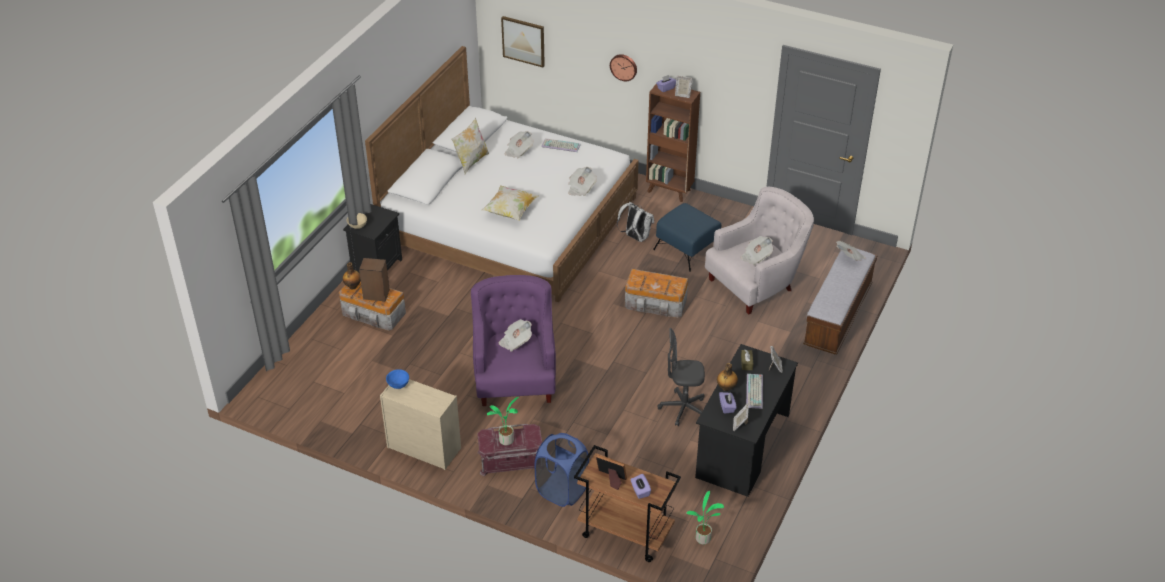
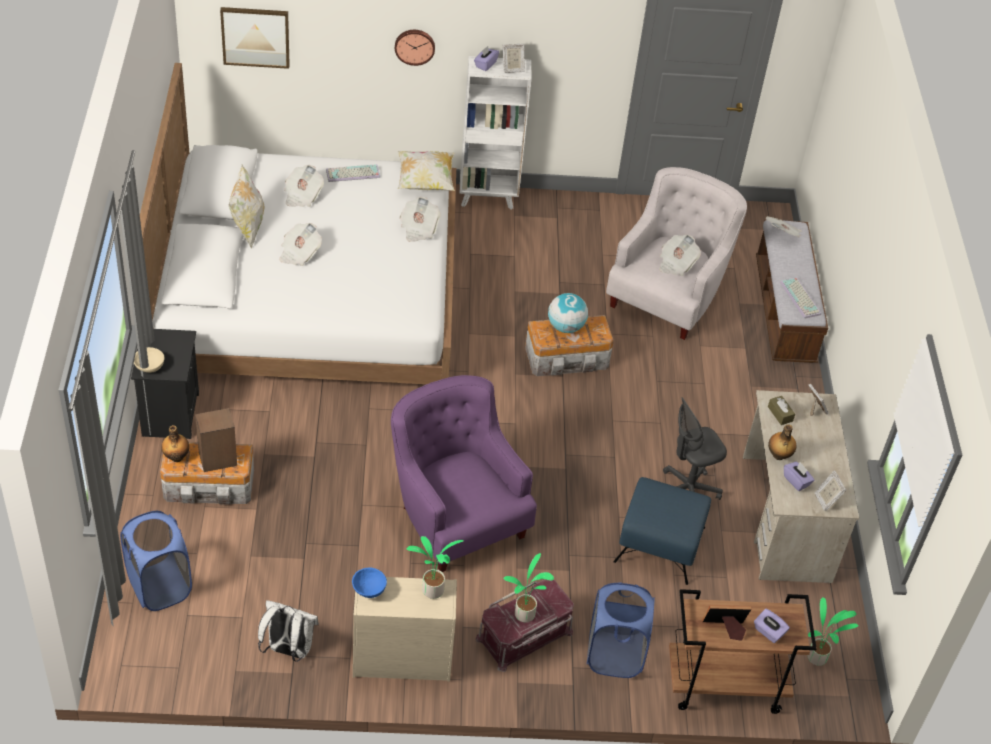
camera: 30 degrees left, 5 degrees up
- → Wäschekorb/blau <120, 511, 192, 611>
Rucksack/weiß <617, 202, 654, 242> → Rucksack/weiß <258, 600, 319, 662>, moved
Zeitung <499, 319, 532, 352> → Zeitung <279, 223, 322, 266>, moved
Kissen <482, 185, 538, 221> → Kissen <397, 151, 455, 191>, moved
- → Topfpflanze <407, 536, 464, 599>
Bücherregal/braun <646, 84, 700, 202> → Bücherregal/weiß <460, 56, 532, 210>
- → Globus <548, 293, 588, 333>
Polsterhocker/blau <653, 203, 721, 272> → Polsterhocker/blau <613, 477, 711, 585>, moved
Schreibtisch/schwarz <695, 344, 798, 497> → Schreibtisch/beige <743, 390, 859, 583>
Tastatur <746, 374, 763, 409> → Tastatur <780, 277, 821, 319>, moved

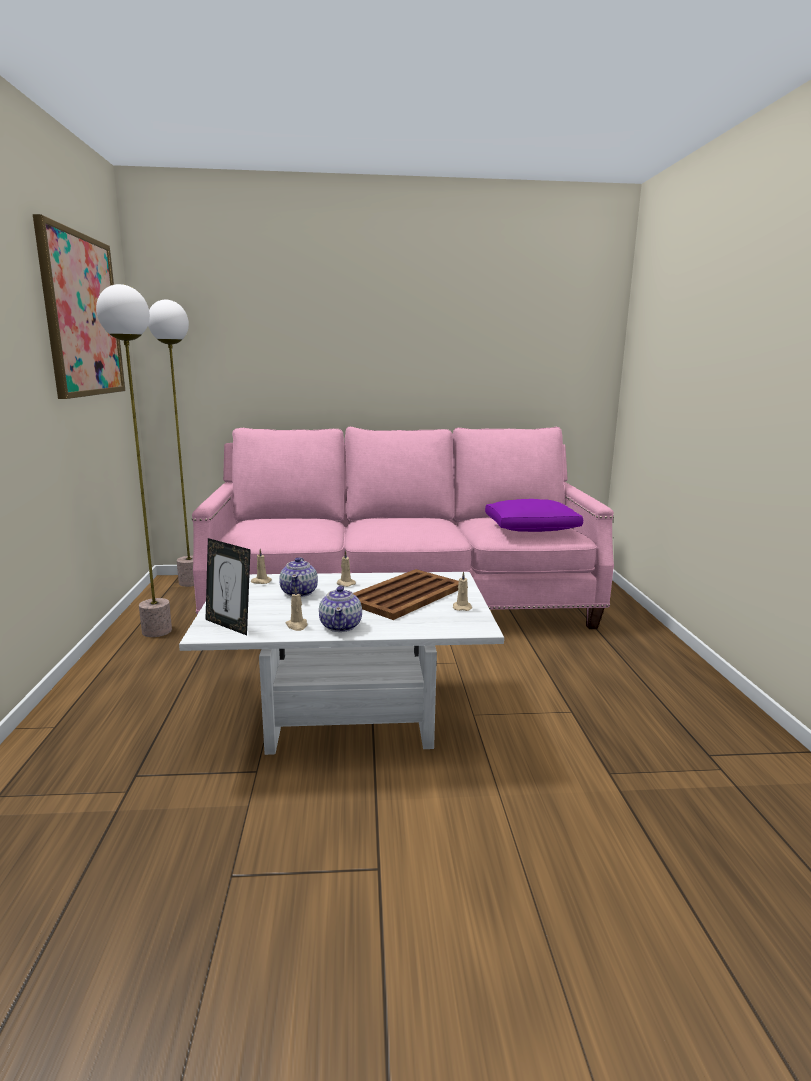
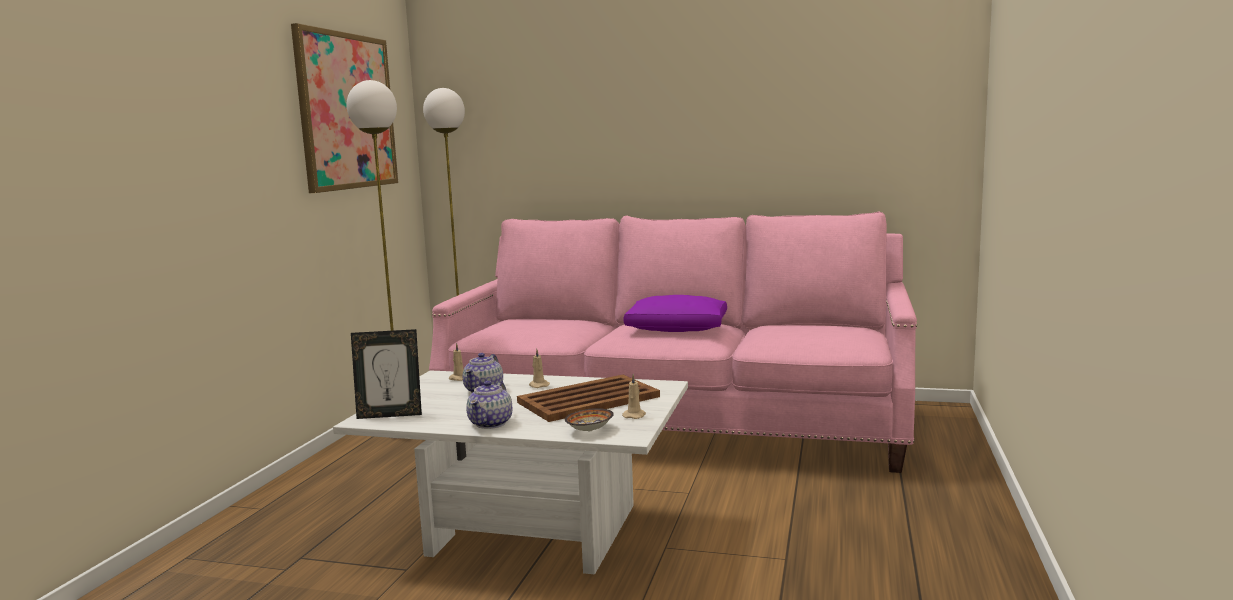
camera: 20 degrees right, 5 degrees down
Bilderrahmen <205, 538, 251, 635> → Bilderrahmen <351, 329, 422, 419>, 60 degrees counterclockwise
- → Schüssel <565, 408, 614, 431>
Kissen/lila <485, 499, 583, 532> → Kissen/lila <624, 295, 727, 332>, moved
Kerze/beige <286, 586, 307, 631> → -

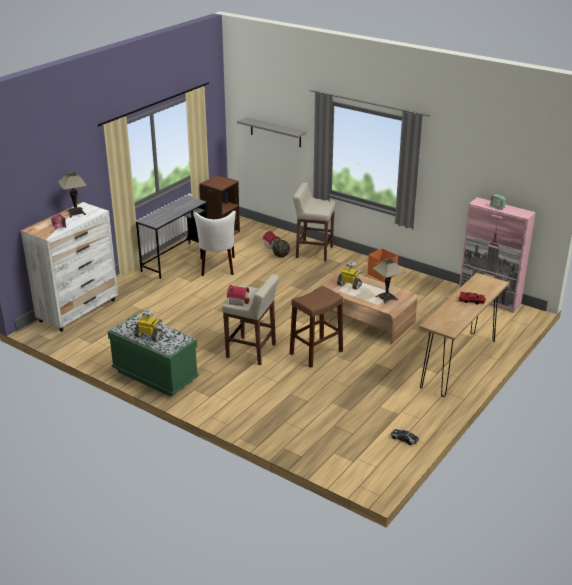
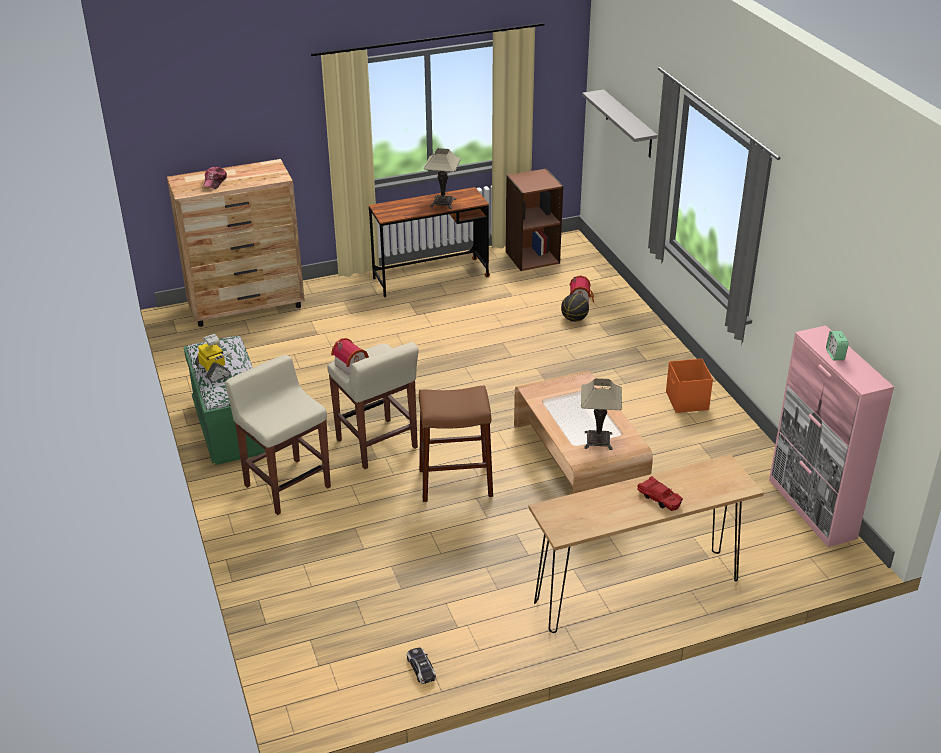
camera: 35 degrees right, 5 degrees up
Kommode/weiß <21, 202, 118, 332> → Kommode/braun <167, 159, 305, 327>
Hocker/beige <293, 183, 336, 261> → Hocker/beige <225, 355, 331, 515>, moved
Schreibtisch/grau <136, 195, 207, 279> → Schreibtisch/braun <369, 187, 490, 297>
Tischlampe <58, 172, 87, 218> → Tischlampe <424, 148, 461, 209>, moved
Stuhl/weiß <194, 211, 236, 276> → -
Spielzeugroboter <337, 261, 362, 290> → -

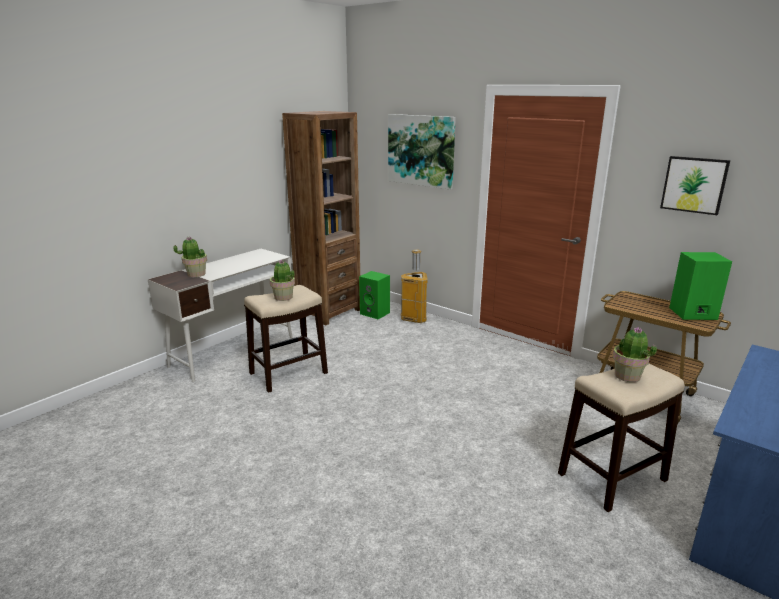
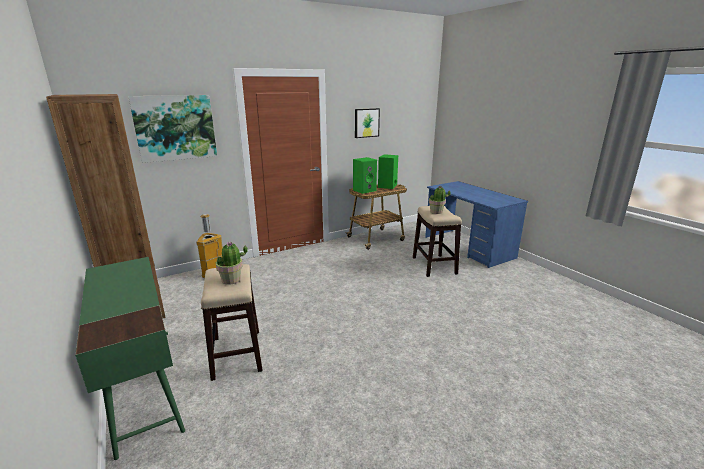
camera: 70 degrees left, 0 degrees up
Schreibtisch/weiß <148, 249, 293, 382> → Schreibtisch/grün <75, 257, 185, 460>
Lautsprecher/grün <359, 271, 390, 319> → Lautsprecher/grün <353, 157, 377, 194>, moved
Topfpflanze <173, 237, 207, 277> → -

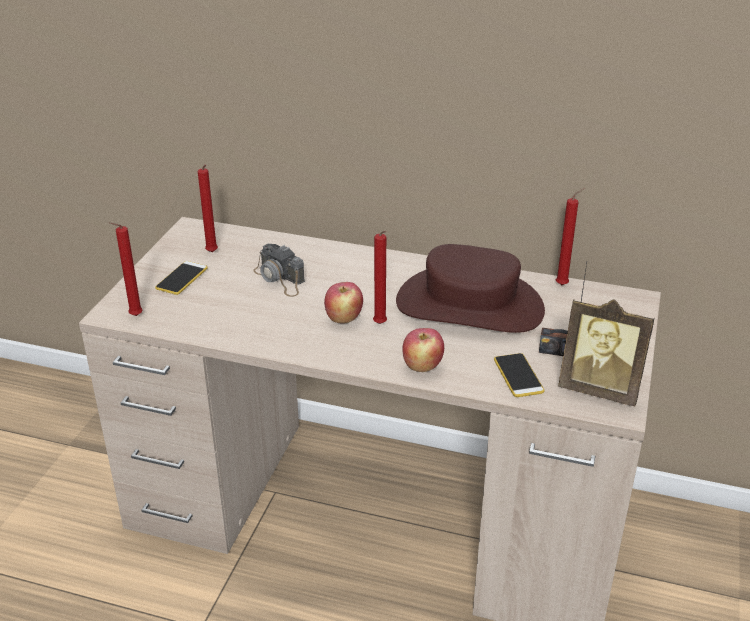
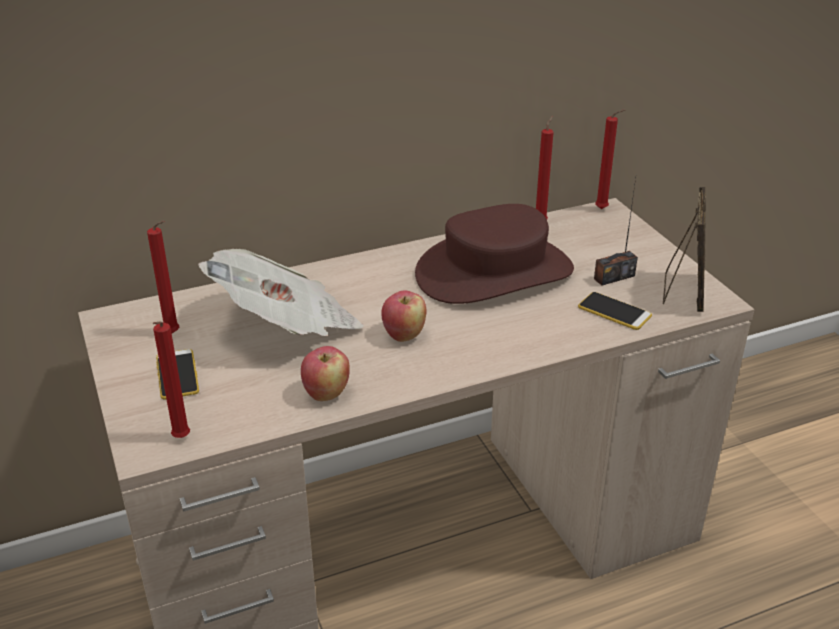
camera: 40 degrees left, 0 degrees up
Kamera <253, 244, 305, 297> → Zeitung <198, 249, 364, 336>
Apfel <402, 328, 444, 372> → Apfel <301, 346, 350, 401>, moved
Kerze/rot <373, 231, 387, 324> → Kerze/rot <595, 109, 625, 209>, moved
Bilderrahmen <558, 299, 655, 406> → Bilderrahmen <663, 187, 706, 312>, 60 degrees counterclockwise

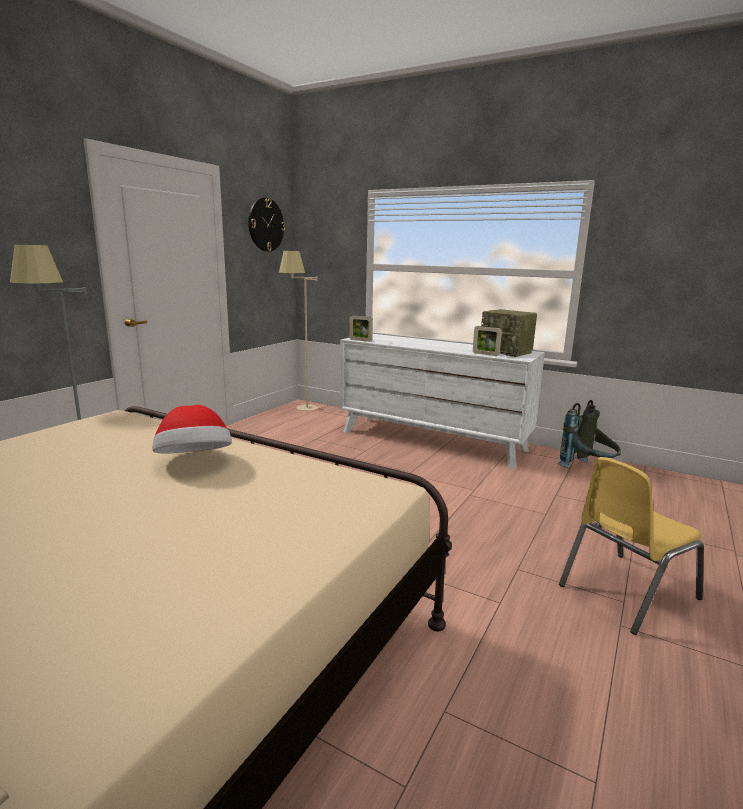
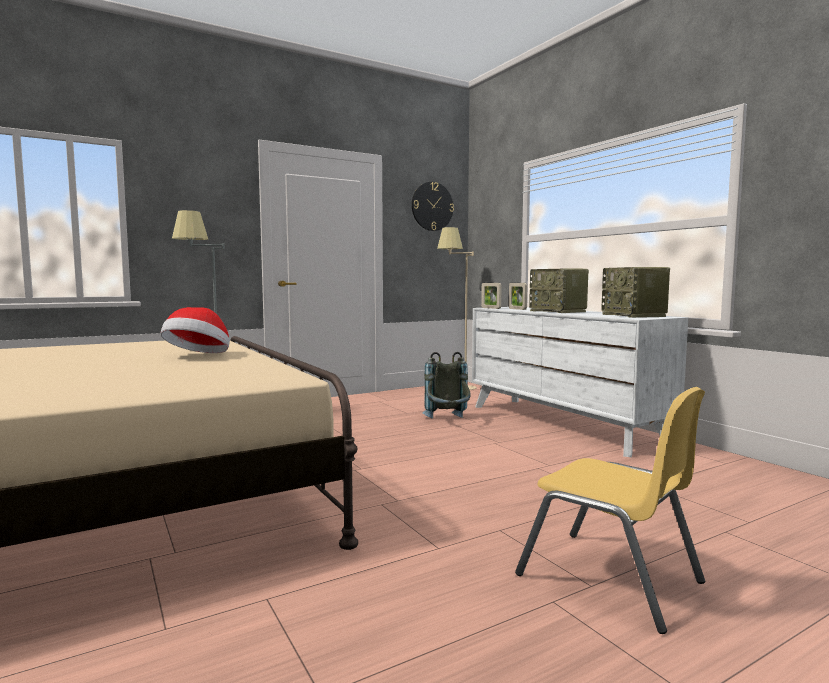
camera: 30 degrees right, 10 degrees down
Rucksack/grau <557, 400, 621, 469> → Rucksack/grau <422, 352, 471, 418>, moved
Bilderrahmen <473, 326, 502, 356> → Bilderrahmen <509, 283, 527, 310>, moved
Stuhl/gelb <559, 457, 704, 635> → Stuhl/gelb <515, 387, 705, 634>, 135 degrees counterclockwise
- → Radio <529, 268, 589, 313>

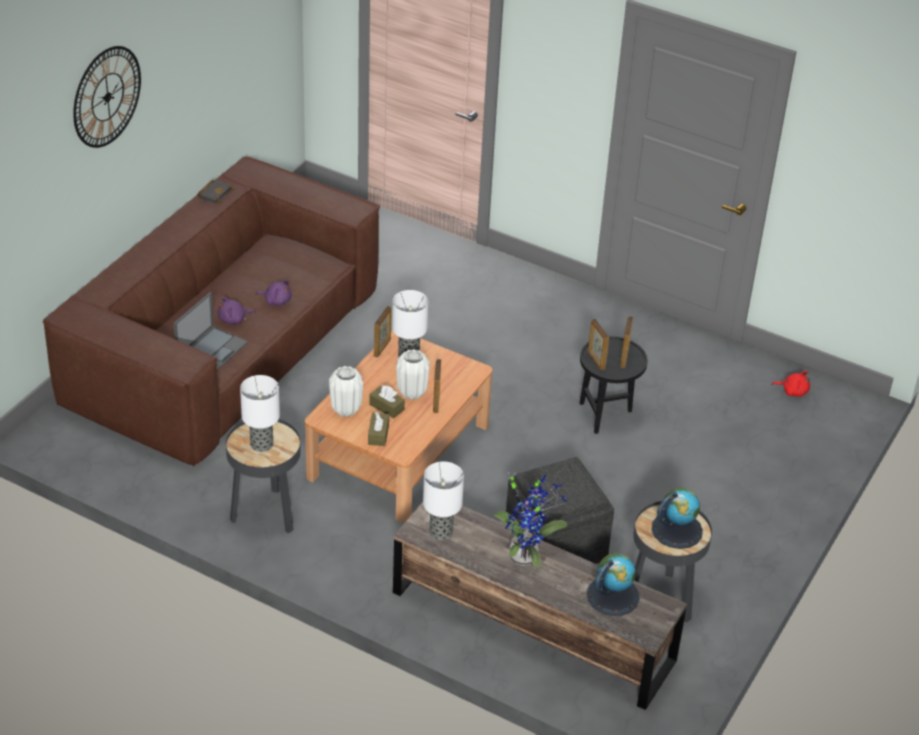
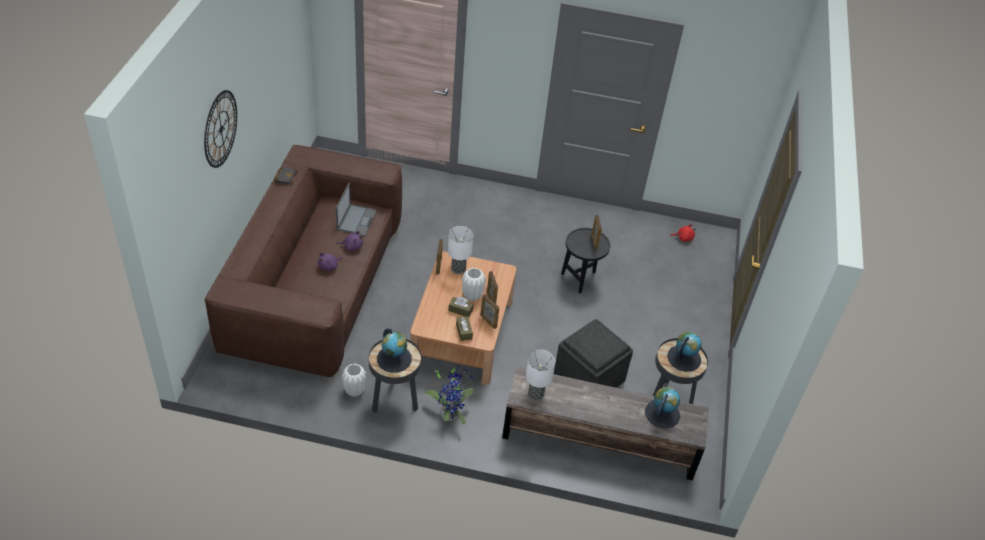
camera: 20 degrees left, 5 degrees up
Laptop <174, 292, 248, 370> → Laptop <336, 182, 377, 236>, moved
Vase/weiß <329, 366, 363, 417> → Vase/weiß <342, 364, 366, 397>, moved
Tischlampe <240, 375, 280, 452> → Globus <377, 328, 412, 373>
Topfpflanze <494, 472, 567, 567> → Topfpflanze <425, 367, 475, 424>, moved
Bilderrahmen <588, 319, 609, 371> → Bilderrahmen <480, 294, 499, 329>, moved

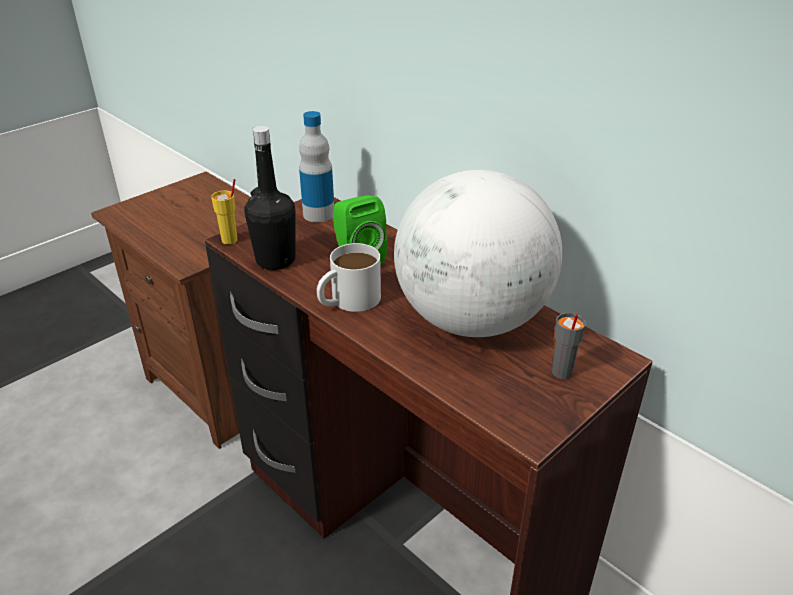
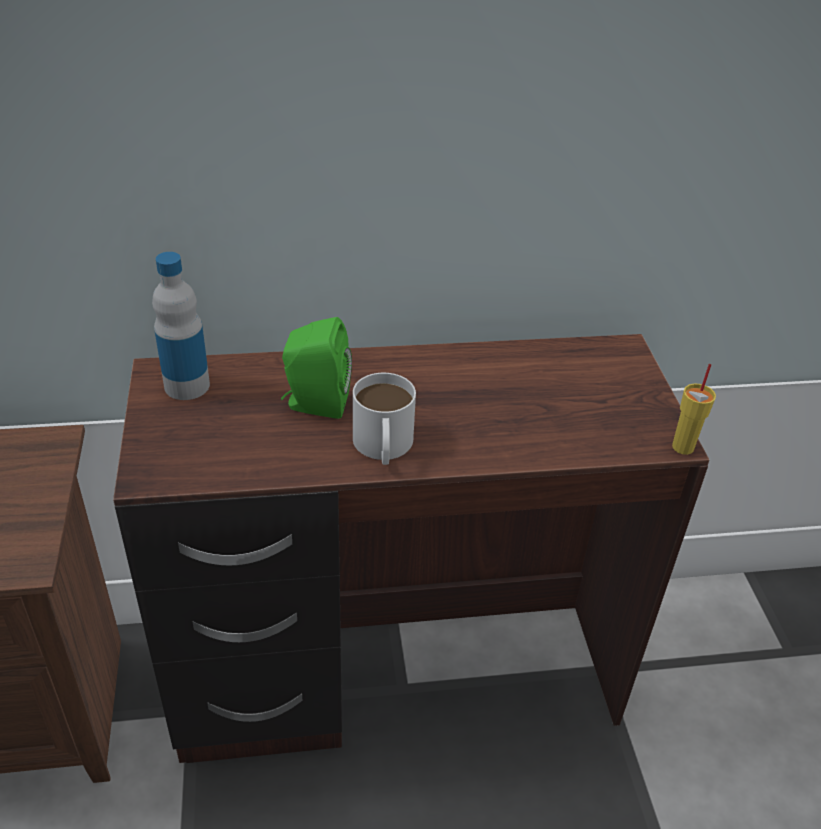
camera: 55 degrees left, 5 degrees up
Tasse/gelb <211, 179, 237, 244> → Tasse/gelb <672, 364, 716, 455>, moved
Flasche/schwarz <244, 126, 295, 270> → -
Globus <394, 170, 562, 337> → -
Tasse/grau <552, 313, 586, 379> → -

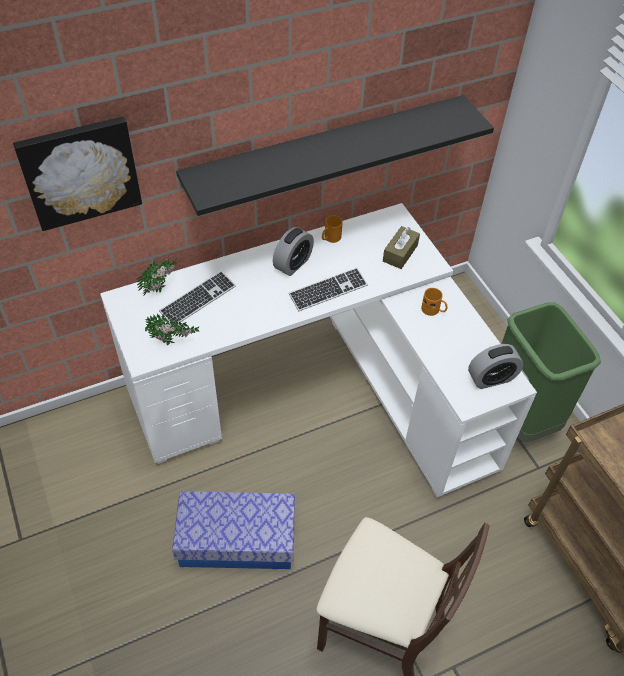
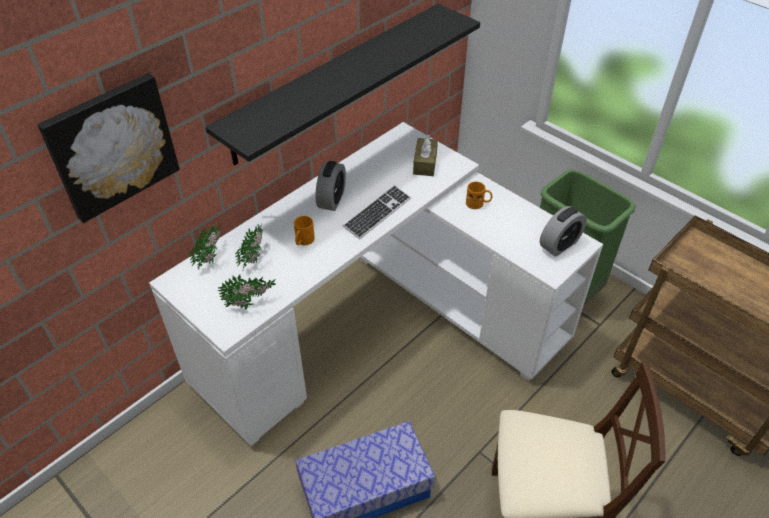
camera: 20 degrees left, 5 degrees down
Tastatur <159, 271, 236, 325> → Topfpflanze <235, 223, 263, 270>
Henkelbecher/orange <322, 216, 343, 243> → Henkelbecher/orange <294, 216, 315, 245>, moved

